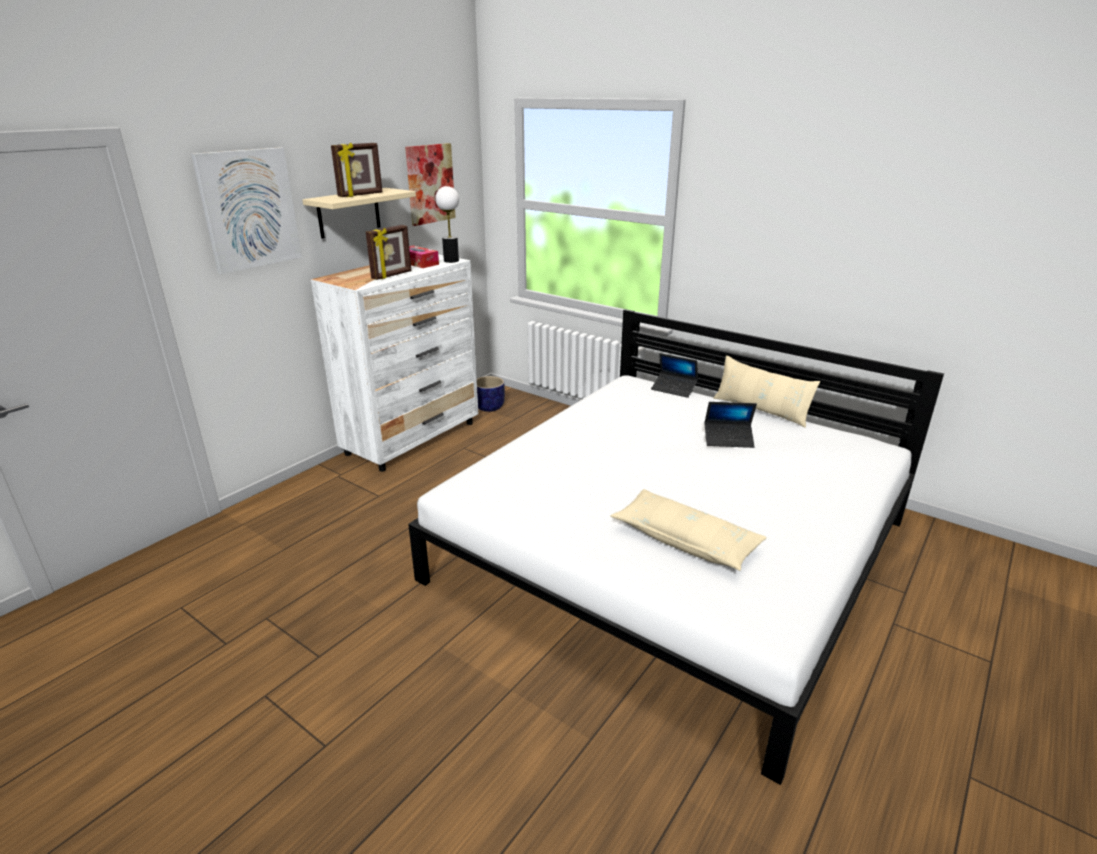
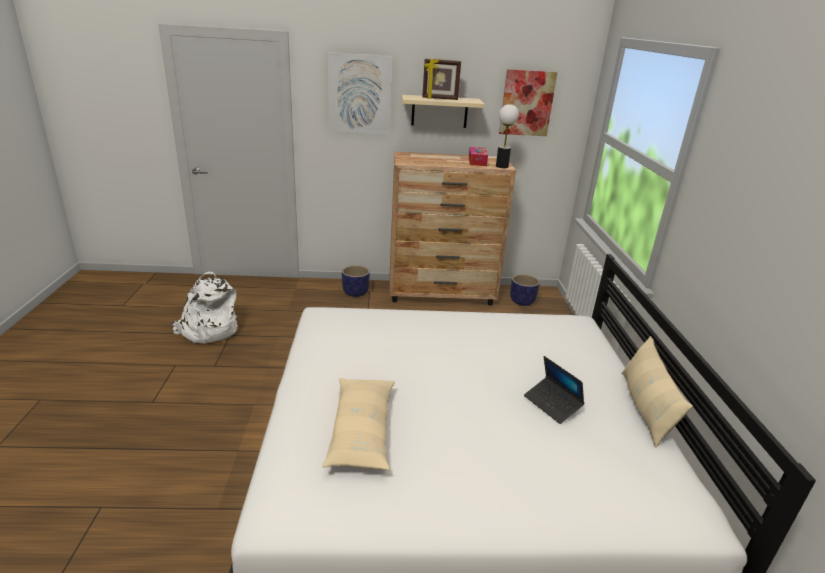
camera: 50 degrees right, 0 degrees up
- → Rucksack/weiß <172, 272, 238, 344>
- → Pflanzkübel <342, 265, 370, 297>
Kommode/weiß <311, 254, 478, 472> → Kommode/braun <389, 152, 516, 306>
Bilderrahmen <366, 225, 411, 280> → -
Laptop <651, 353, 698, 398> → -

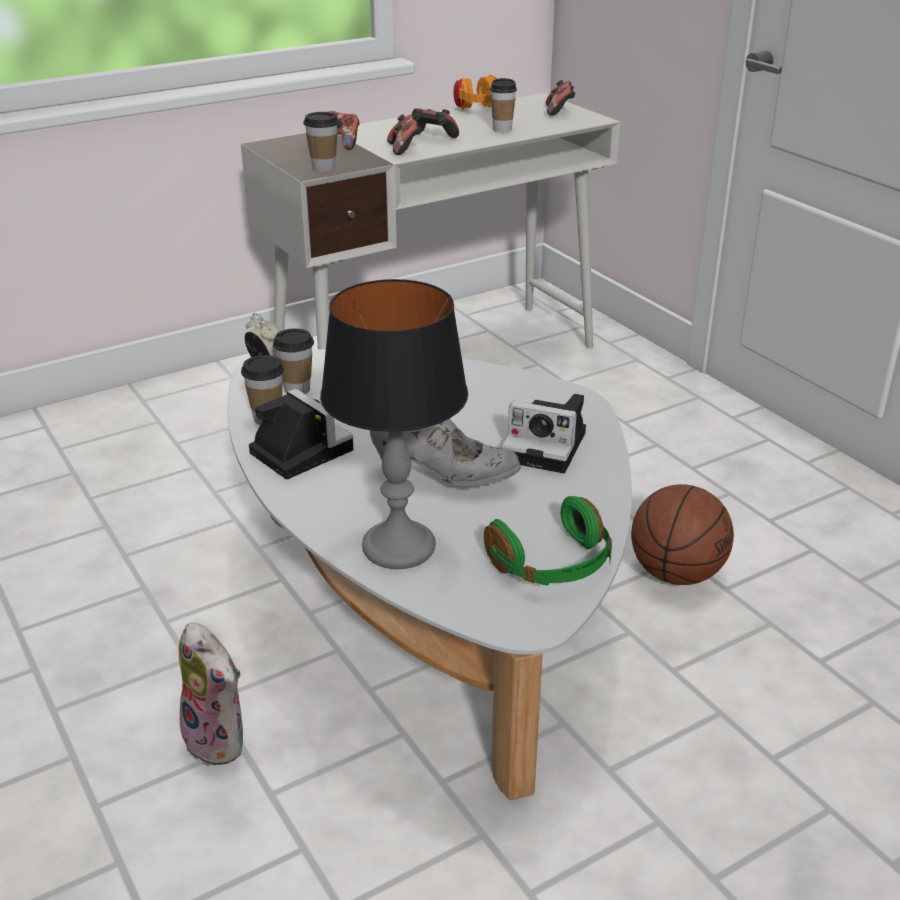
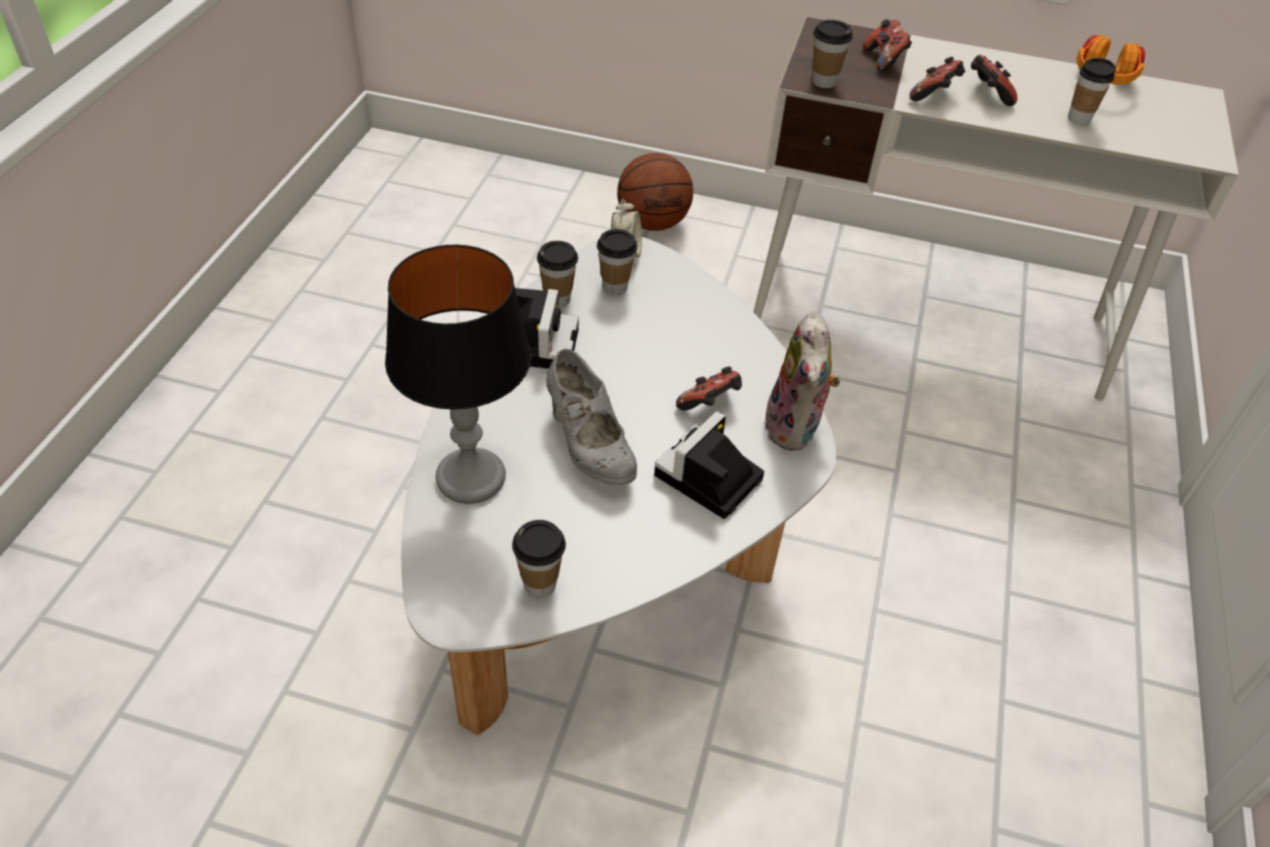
camera: 45 degrees right, 15 degrees up
Kopfhörer/grün <484, 496, 612, 586> → Tasse <512, 520, 566, 598>
Basketball <631, 484, 734, 585> → Basketball <617, 153, 693, 231>, moved
Kamera <501, 394, 586, 473> → Kamera <654, 411, 764, 519>, 60 degrees clockwise
Gamepad <546, 80, 576, 116> → Gamepad <676, 367, 742, 411>, moved
Plüschtier <179, 622, 243, 767> → Plüschtier <764, 311, 841, 451>, moved

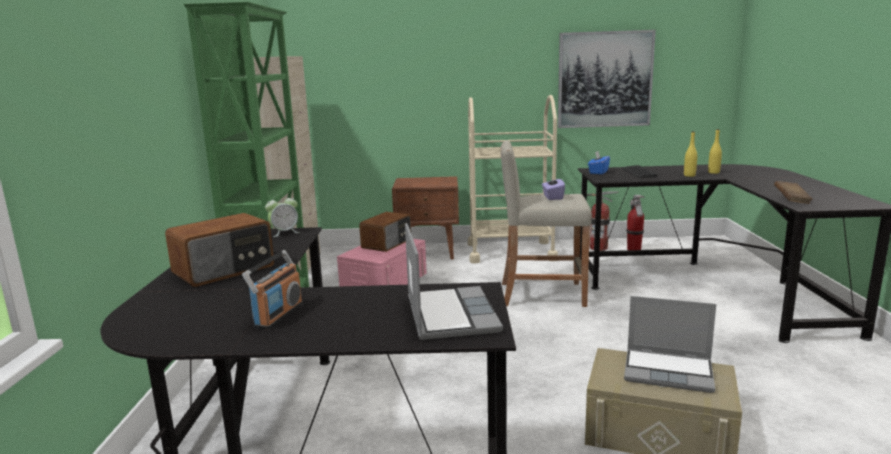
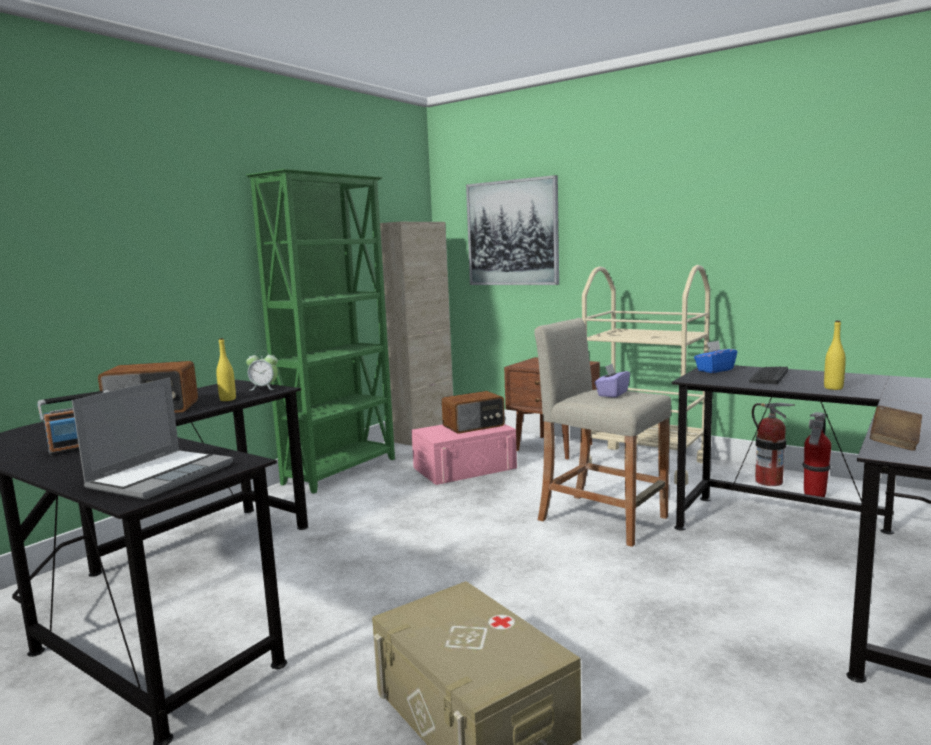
camera: 35 degrees right, 5 degrees down
Flasche/gelb <708, 129, 722, 174> → Flasche/gelb <216, 338, 236, 401>, moved
Bild <558, 30, 656, 128> → Bild <466, 175, 559, 285>, moved
Laptop <624, 296, 716, 393> → -

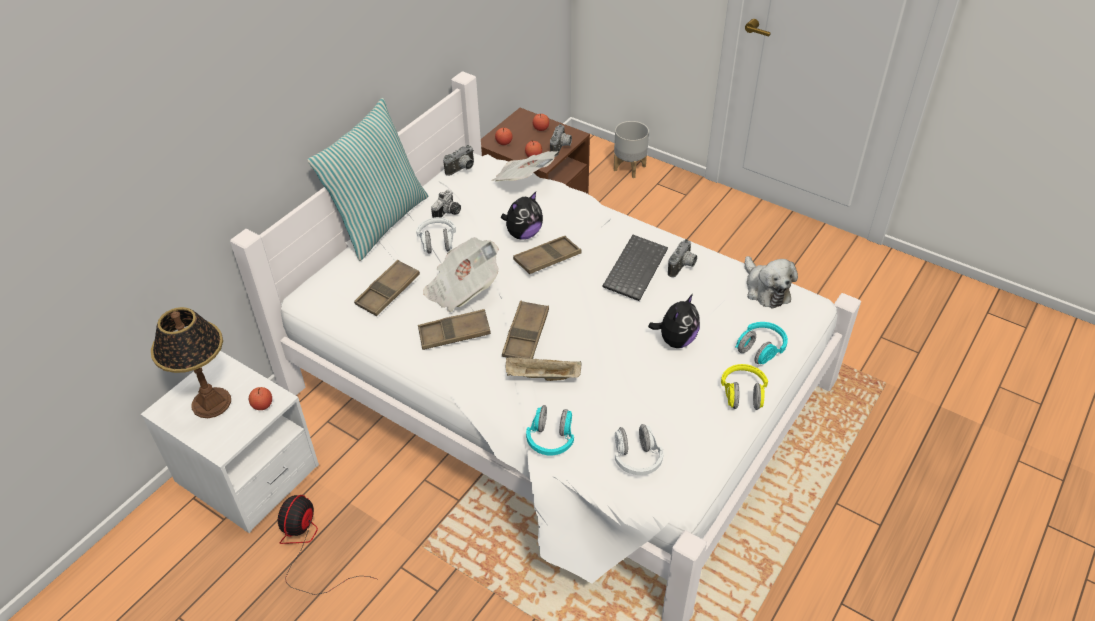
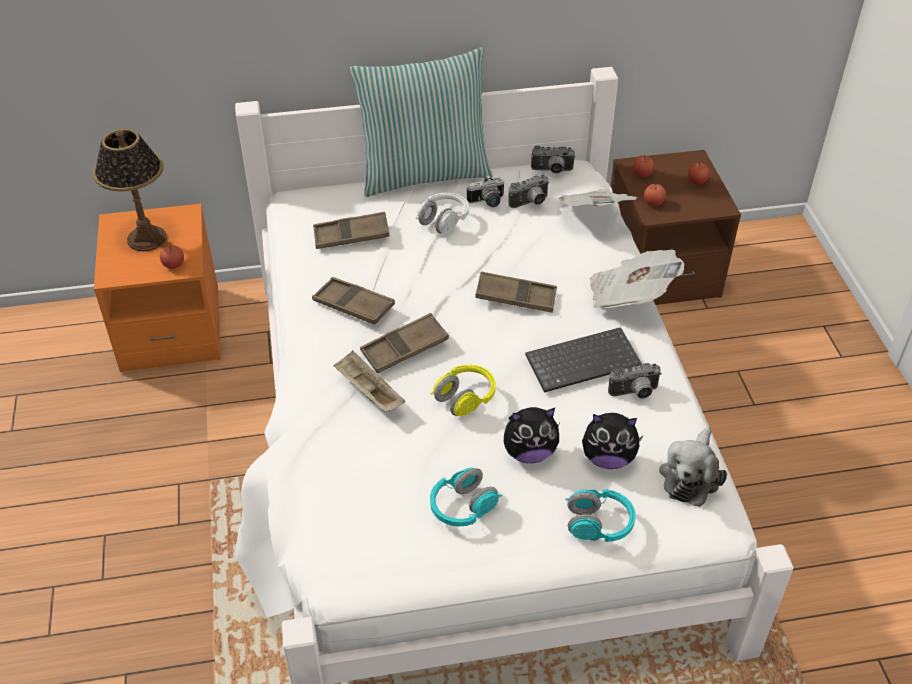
camera: 45 degrees right, 0 degrees up
Nachttisch/weiß <141, 351, 319, 533> → Nachttisch/orange <94, 204, 221, 372>
Kopfhörer/gelb <721, 364, 768, 410> → Kopfhörer/gelb <430, 365, 496, 416>, moved
Kopfhörer/türkis <526, 405, 574, 455> → Kopfhörer/türkis <430, 468, 502, 527>, moved
Kamera <550, 124, 572, 157> → Kamera <508, 175, 549, 208>, moved
Plüschtier <501, 192, 543, 240> → Plüschtier <582, 413, 644, 469>, moved
Zeitung <423, 237, 499, 312> → Zeitung <590, 249, 684, 308>, moved
Ventilator <278, 495, 376, 595> → -
Pflanzkübel/grau <614, 121, 649, 178> → -
Kopfhörer/weiß <615, 424, 664, 475> → -

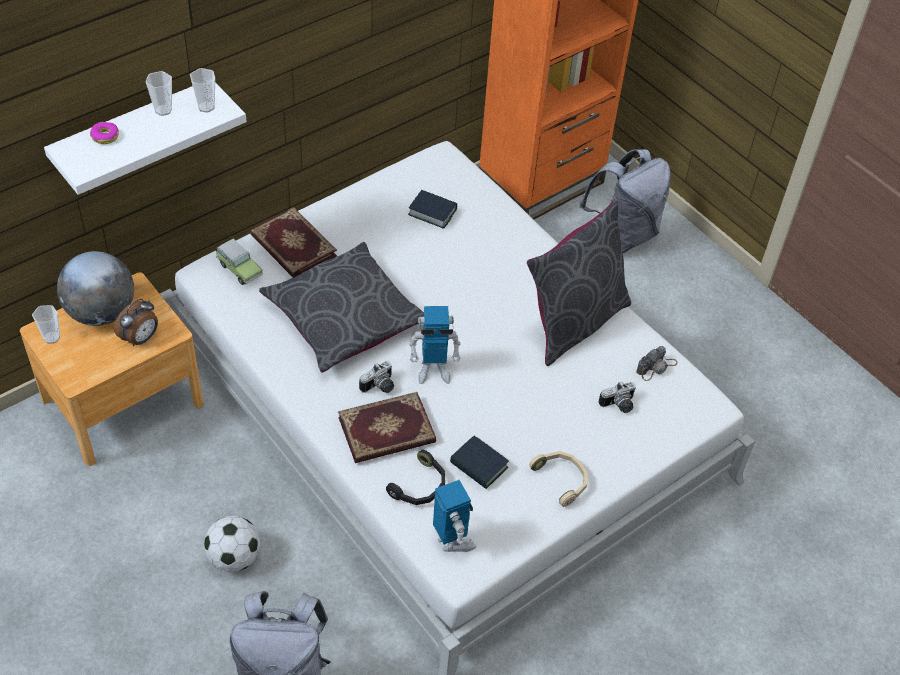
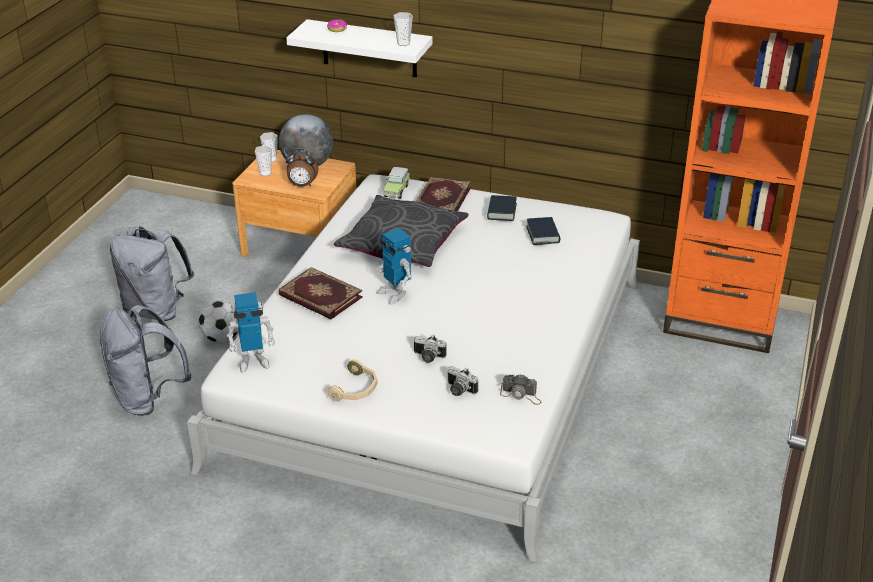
camera: 60 degrees right, 15 degrees down
Rucksack/grau <580, 149, 671, 253> → Rucksack/grau <110, 226, 194, 321>, moved
Spielzeugroboter <433, 480, 476, 552> → Spielzeugroboter <227, 292, 275, 373>, 45 degrees clockwise
Tasse <145, 71, 172, 116> → Tasse <255, 145, 272, 176>, moved
Kamera <359, 361, 394, 393> → Kamera <414, 335, 447, 363>, moved
Buch <450, 436, 509, 489> → Buch <487, 195, 517, 221>, moved
Kopfhörer/schwarz <386, 450, 445, 505> → -
Kissen/grau <527, 200, 631, 366> → -

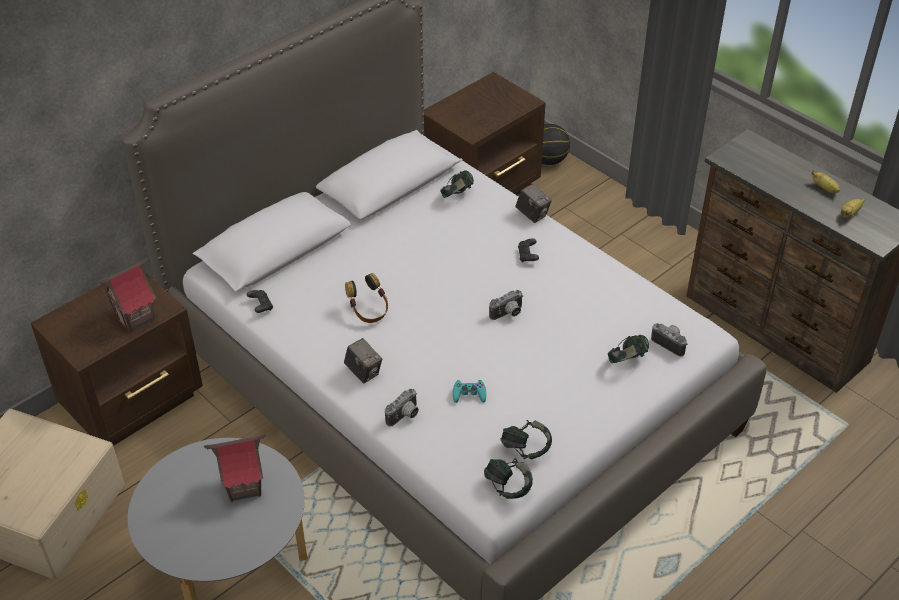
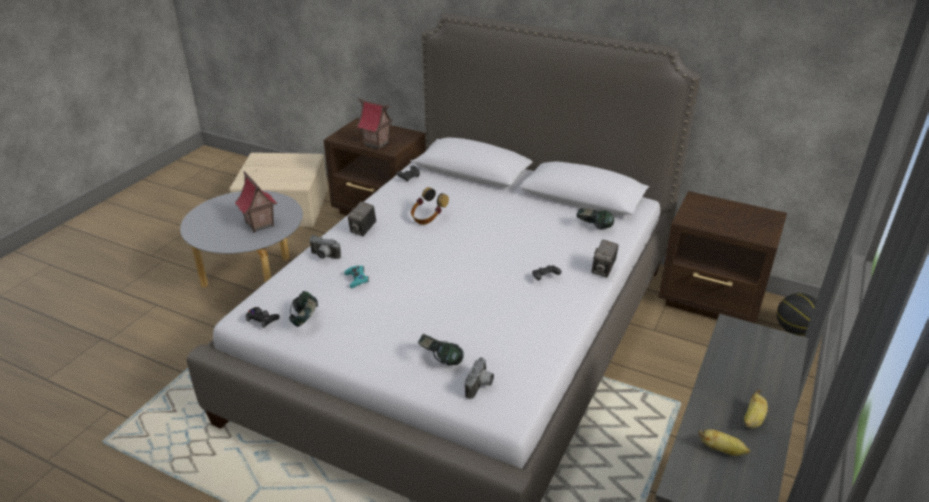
camera: 70 degrees right, 10 degrees down
Kopfhörer <484, 458, 533, 499> → Gamepad/schwarz <245, 307, 280, 328>
Kamera <489, 290, 523, 320> → -

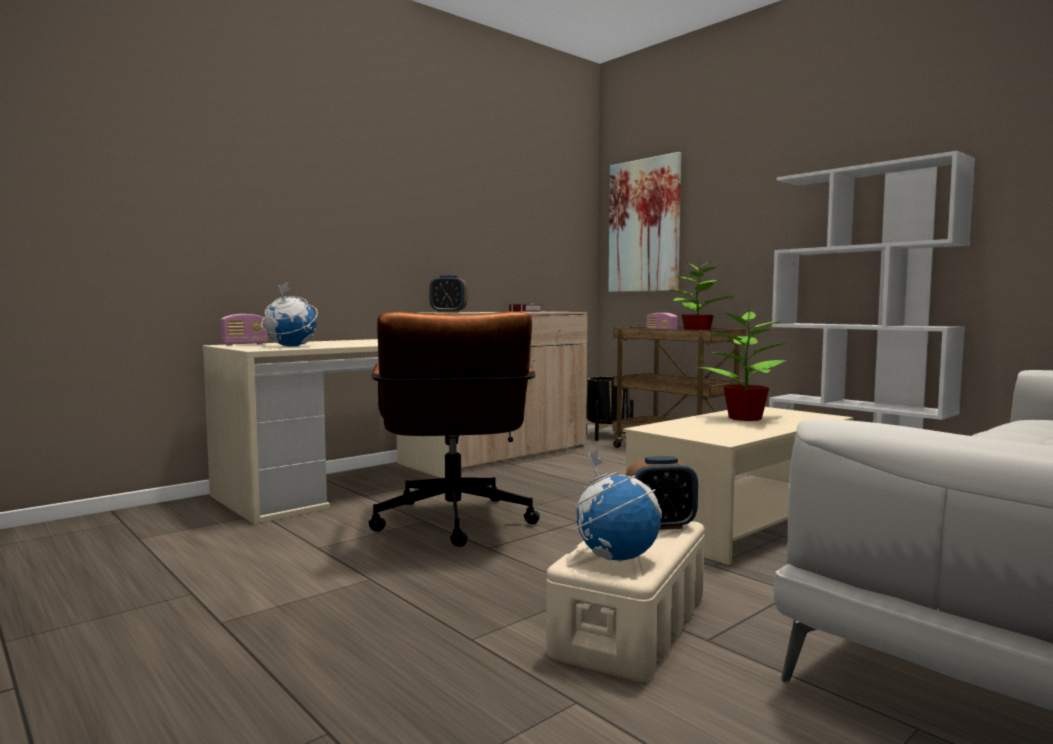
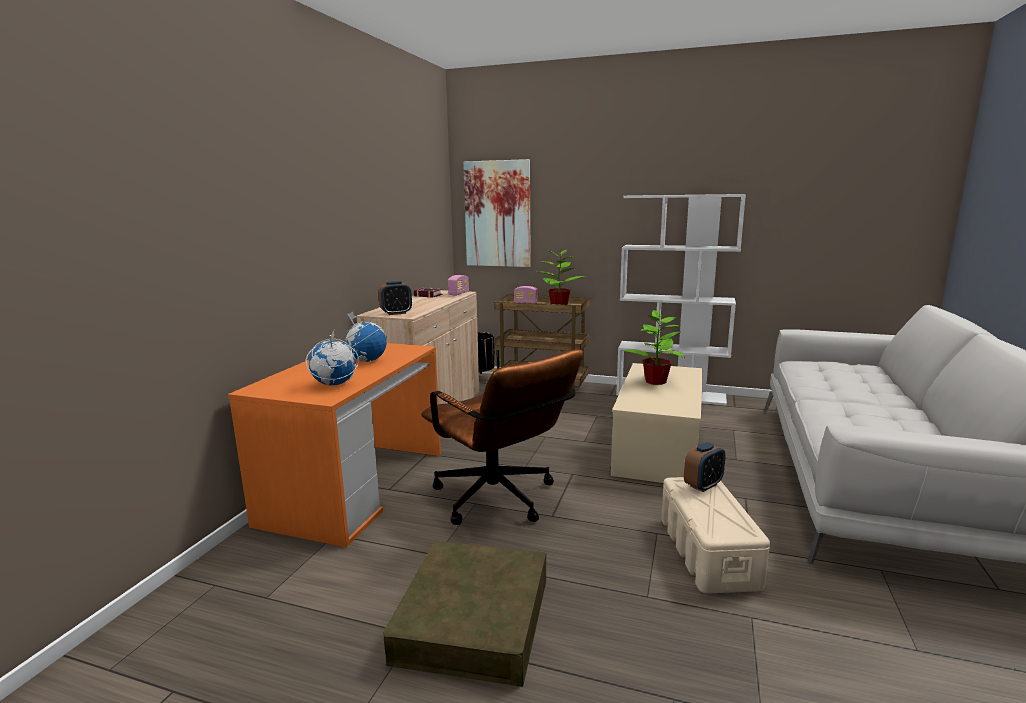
camera: 30 degrees left, 10 degrees up
Schreibtisch/beige <202, 339, 459, 524> → Schreibtisch/orange <228, 343, 441, 548>
Globus <571, 450, 662, 562> → Globus <344, 312, 387, 362>, moved
- → Aufbewahrungsbox/braun <383, 540, 546, 687>
Radio <221, 314, 268, 346> → Radio <448, 275, 469, 296>, moved

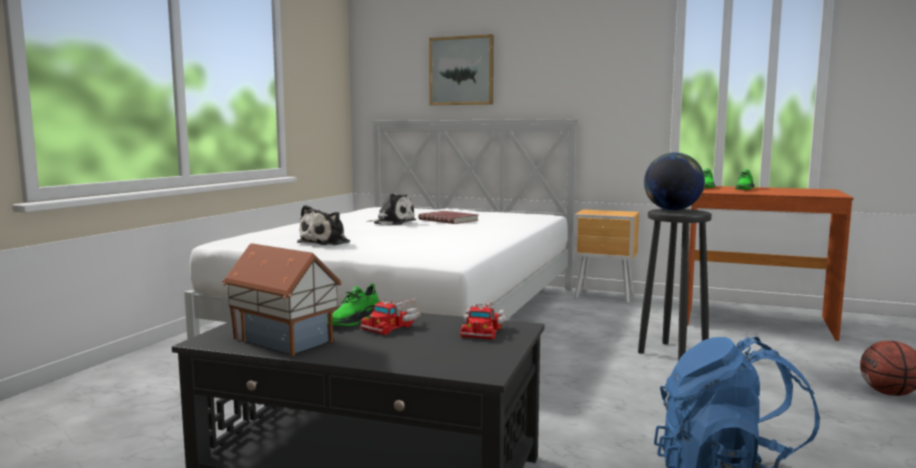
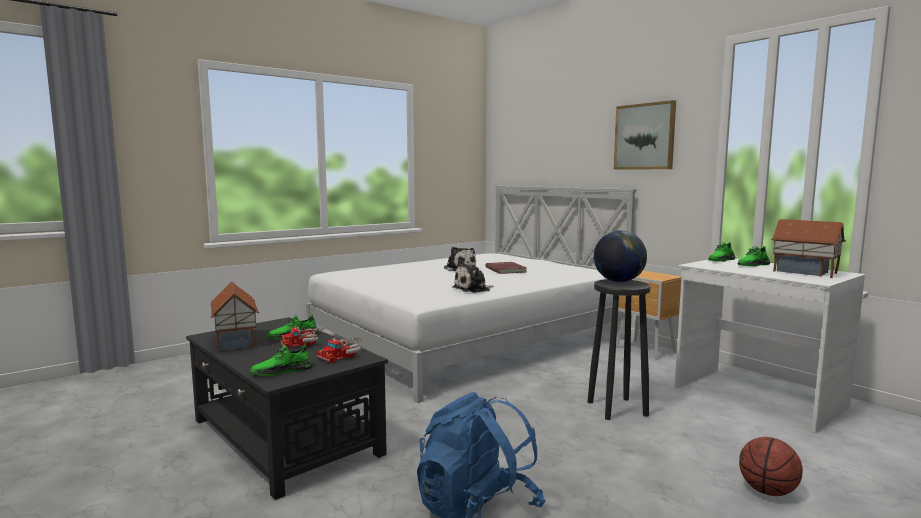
camera: 30 degrees right, 0 degrees up
- → Schuh/grün <251, 343, 313, 376>
Plüschtier <297, 205, 350, 246> → Plüschtier <452, 260, 494, 293>, moved
Bild <429, 34, 494, 106> → Bild <614, 100, 676, 170>, moved
Schreibtisch/braun <687, 186, 854, 341> → Schreibtisch/weiß <675, 259, 865, 433>
- → Spielzeughaus <771, 219, 846, 278>

